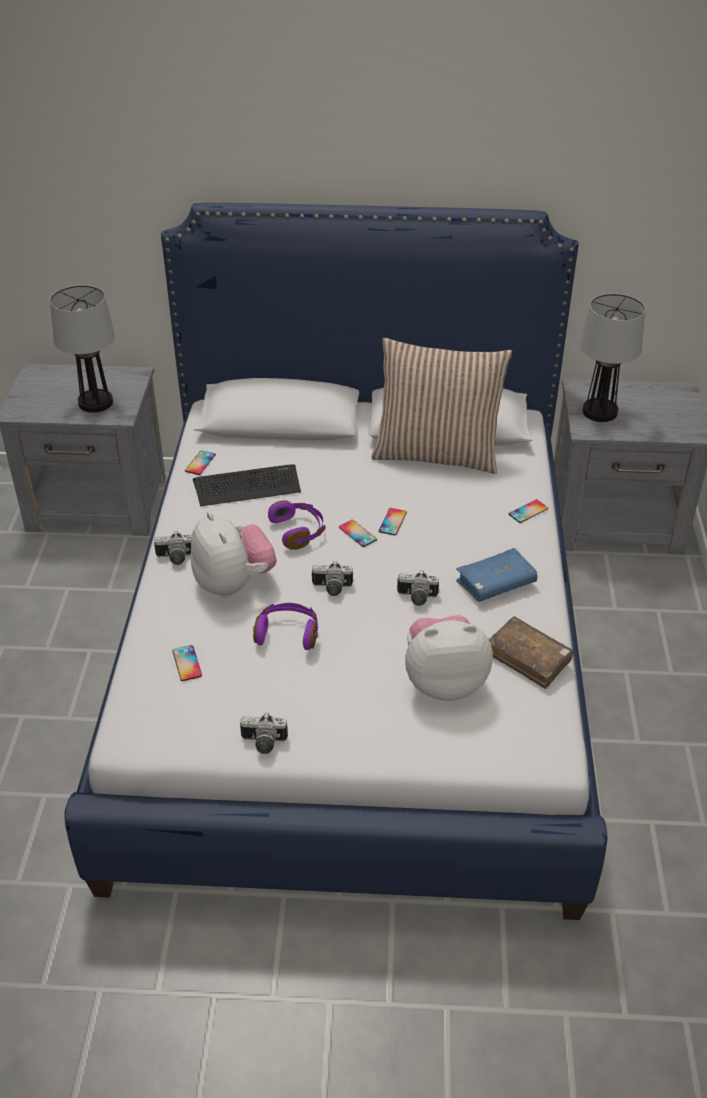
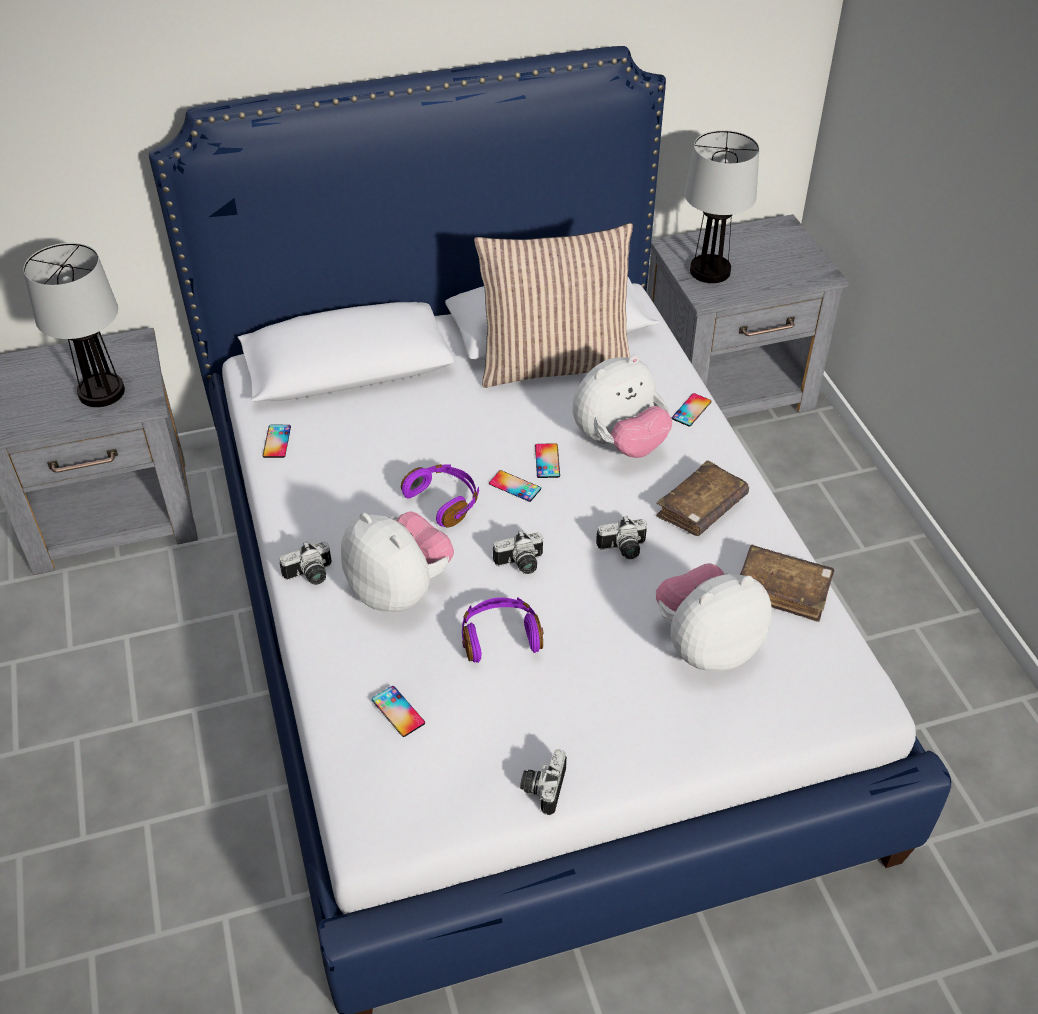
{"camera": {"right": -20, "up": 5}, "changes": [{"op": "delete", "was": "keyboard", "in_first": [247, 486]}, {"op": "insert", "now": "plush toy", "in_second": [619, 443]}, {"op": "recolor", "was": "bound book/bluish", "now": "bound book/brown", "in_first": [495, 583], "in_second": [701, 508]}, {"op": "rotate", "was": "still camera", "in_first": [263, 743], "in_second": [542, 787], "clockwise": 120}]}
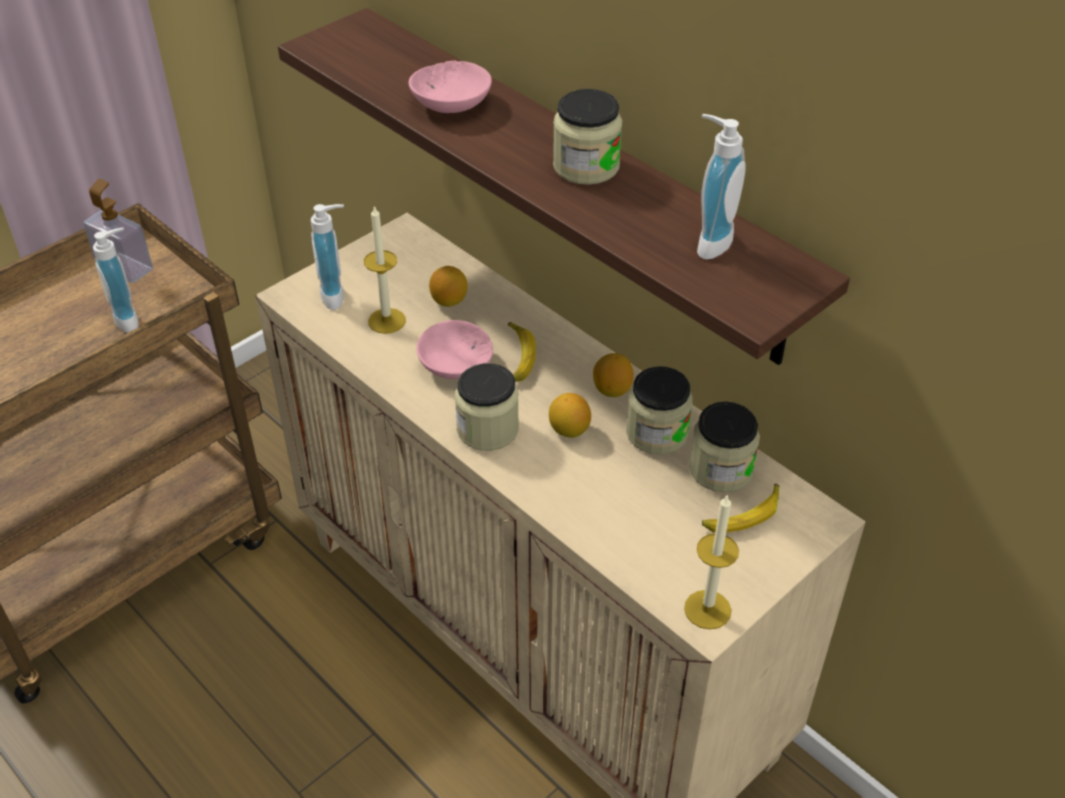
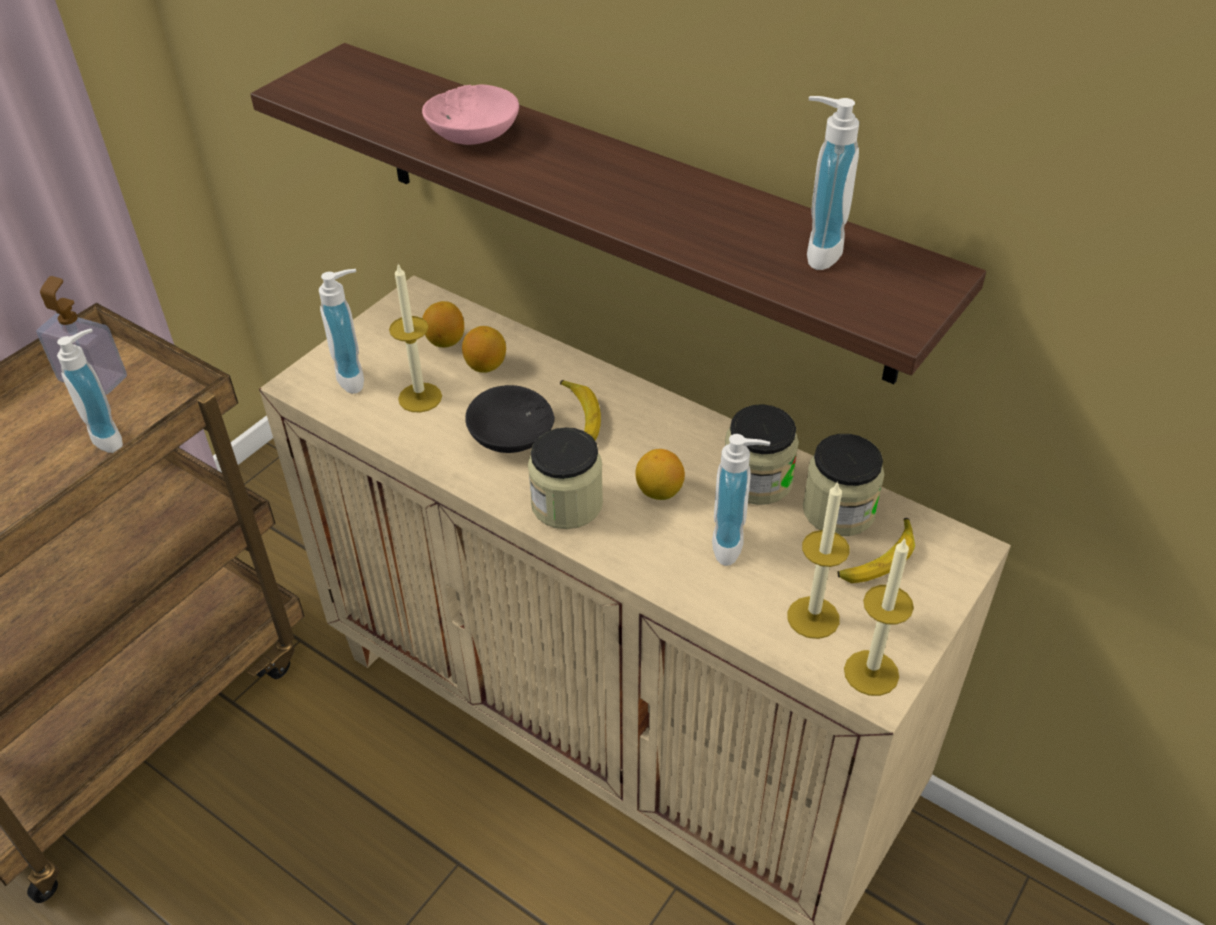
{"camera": {"right": -10, "up": 0}, "changes": [{"op": "delete", "was": "preserve jar", "in_first": [586, 166]}, {"op": "insert", "now": "liquid soap bottle", "in_second": [734, 544]}, {"op": "insert", "now": "candle", "in_second": [813, 617]}, {"op": "move", "was": "citrus fruit", "in_first": [612, 390], "in_second": [445, 341]}, {"op": "recolor", "was": "deep dish/pink-coloured", "now": "deep dish/black", "in_first": [453, 364], "in_second": [508, 436]}]}
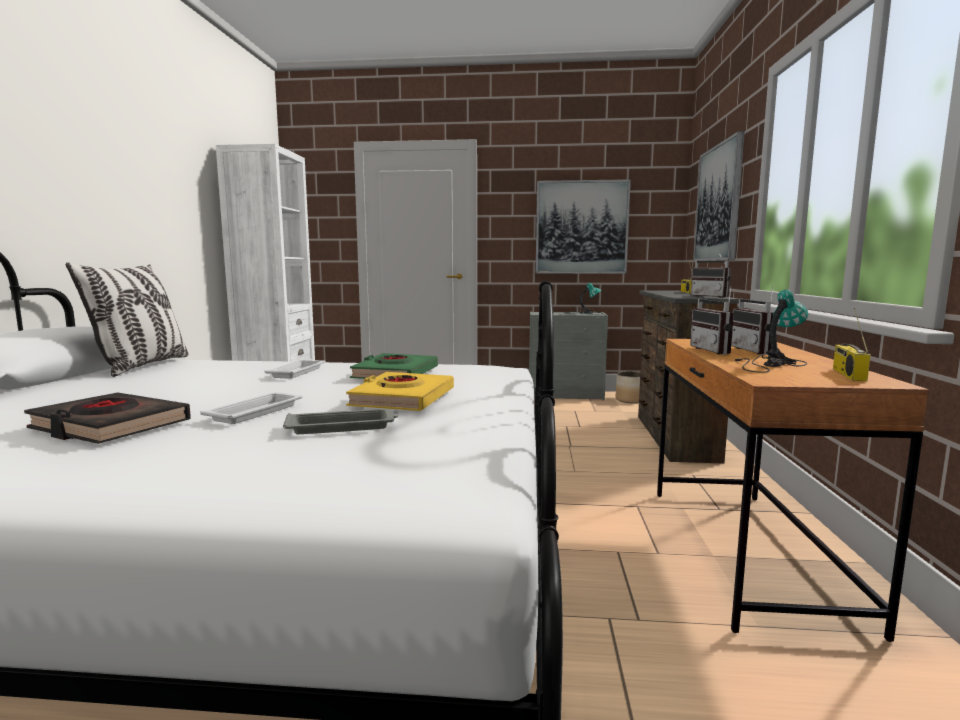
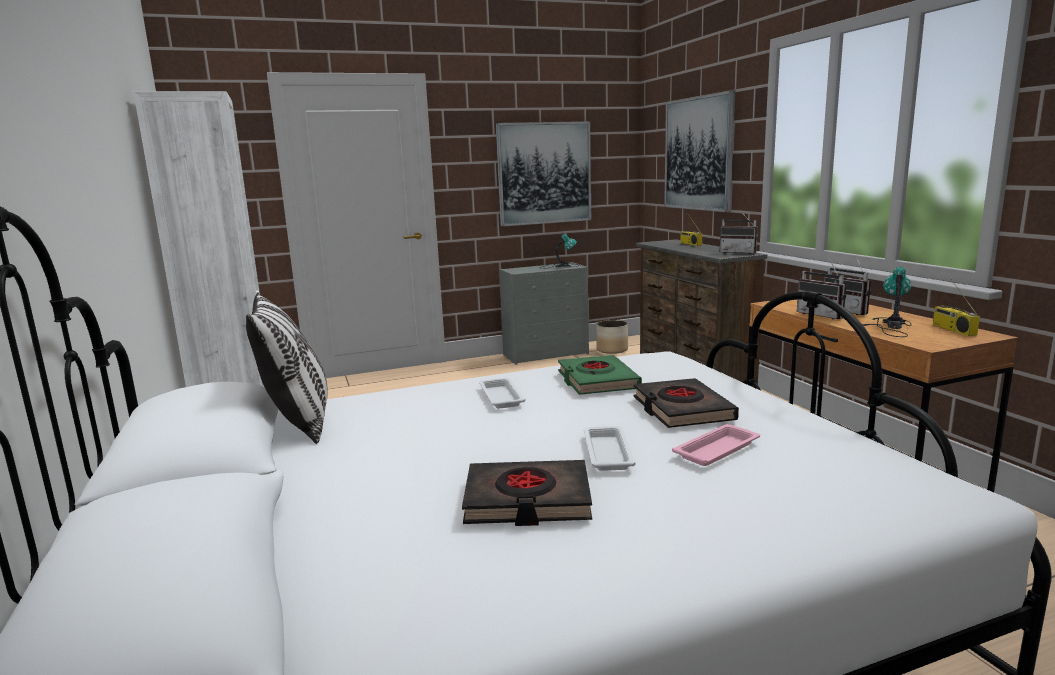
{"camera": {"right": -25, "up": 5}, "changes": [{"op": "recolor", "was": "serving tray/gray", "now": "serving tray/pink-coloured", "in_first": [343, 427], "in_second": [718, 450]}, {"op": "recolor", "was": "bound book/yellow", "now": "bound book/black", "in_first": [402, 399], "in_second": [682, 409]}]}
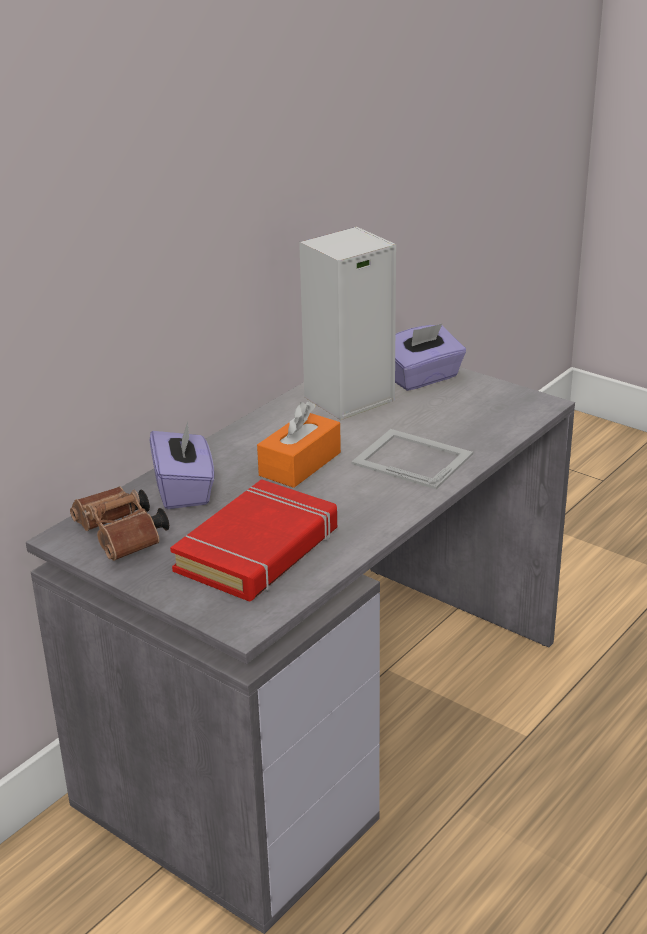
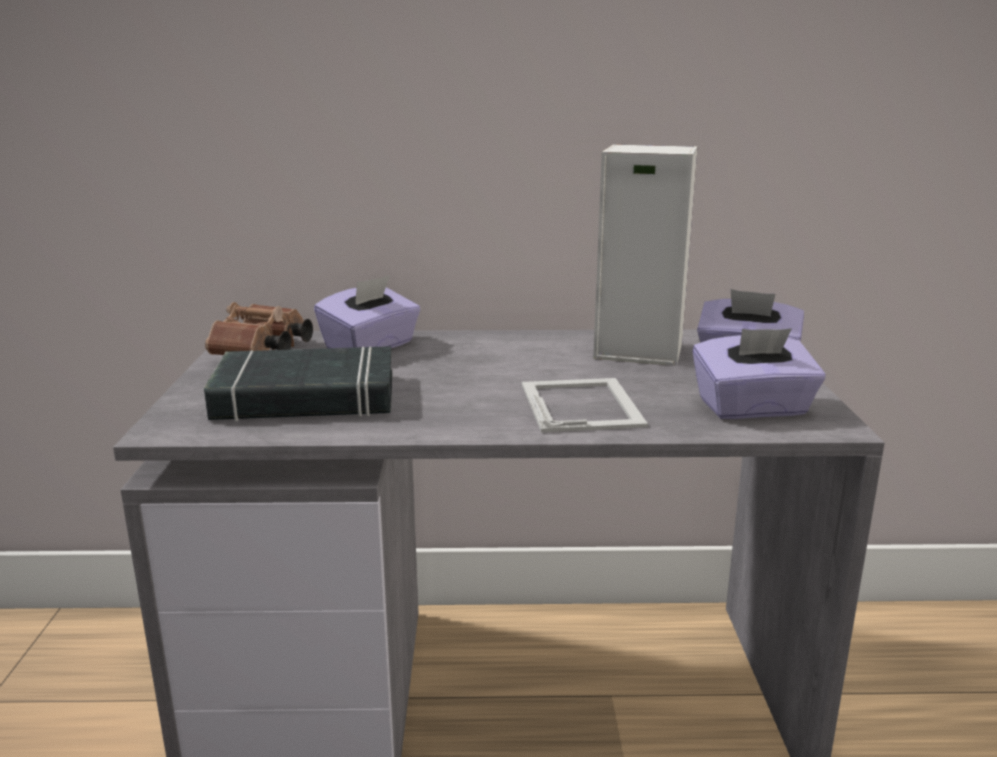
{"camera": {"right": 50, "up": -10}, "changes": [{"op": "delete", "was": "box of tissues/orange", "in_first": [300, 464]}, {"op": "insert", "now": "box of tissues/purple-coloured", "in_second": [753, 409]}, {"op": "recolor", "was": "bound book/red-coloured", "now": "bound book/black", "in_first": [258, 550], "in_second": [305, 398]}]}
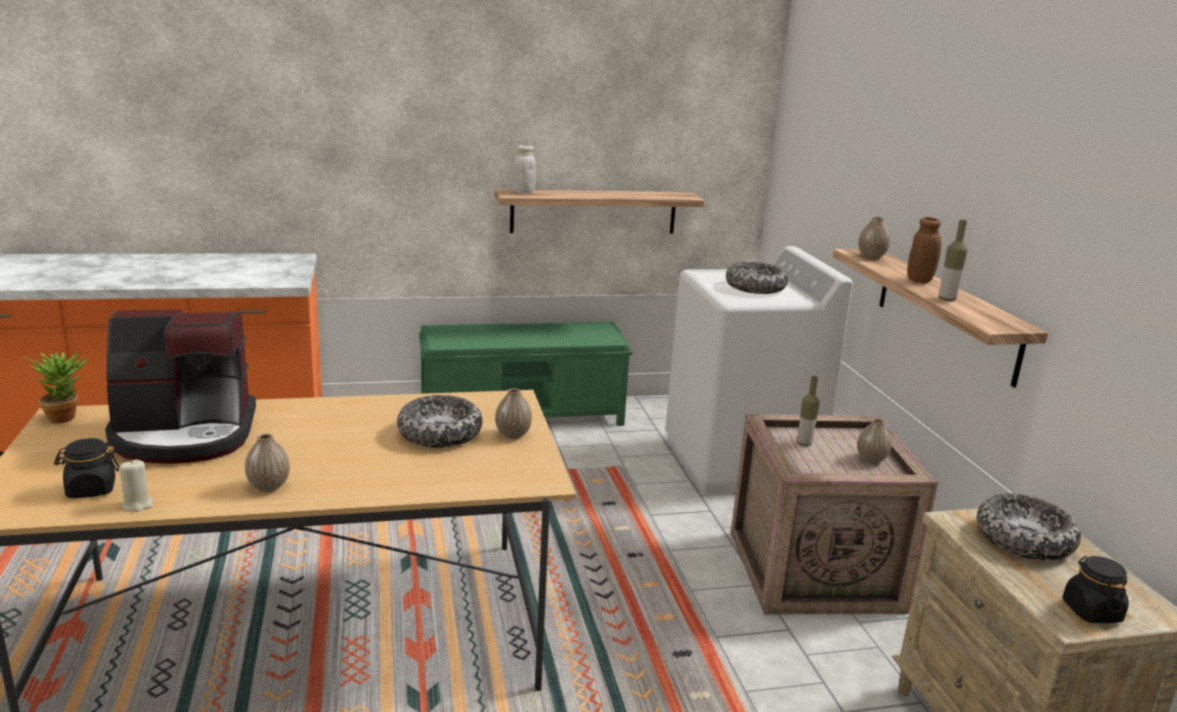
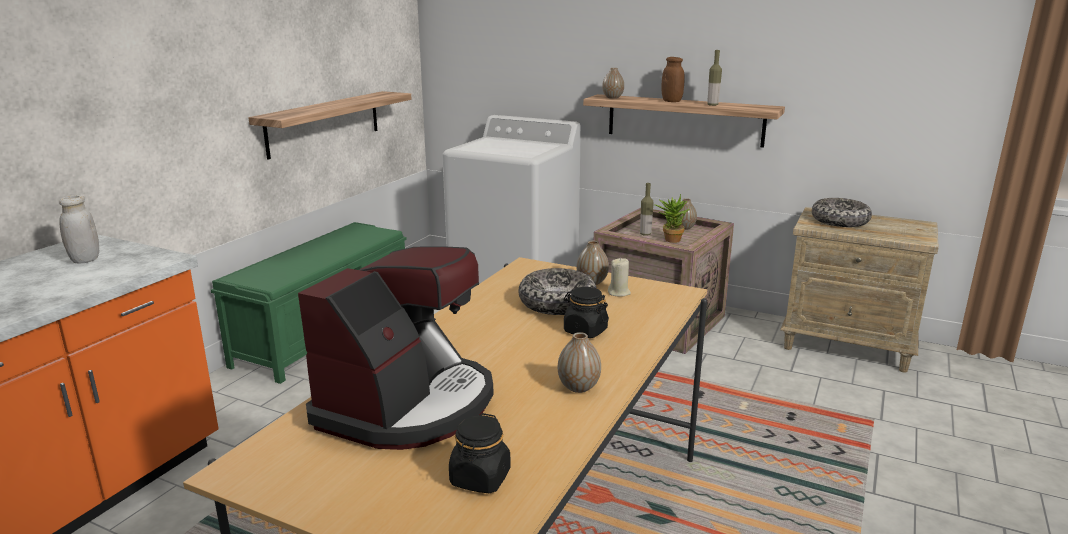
{"camera": {"right": -50, "up": 0}, "changes": [{"op": "delete", "was": "deep dish", "in_first": [755, 287]}, {"op": "move", "was": "houseplant", "in_first": [66, 416], "in_second": [670, 239]}, {"op": "move", "was": "candle/beige", "in_first": [138, 504], "in_second": [619, 293]}, {"op": "move", "was": "preserve jar/whitish", "in_first": [523, 192], "in_second": [85, 260]}, {"op": "move", "was": "preserve jar/black", "in_first": [1091, 611], "in_second": [585, 331]}]}
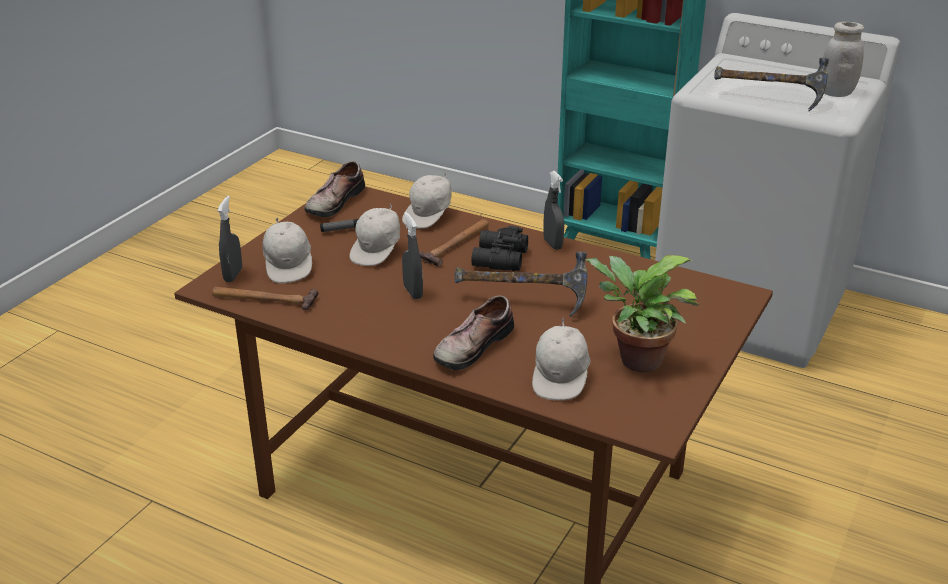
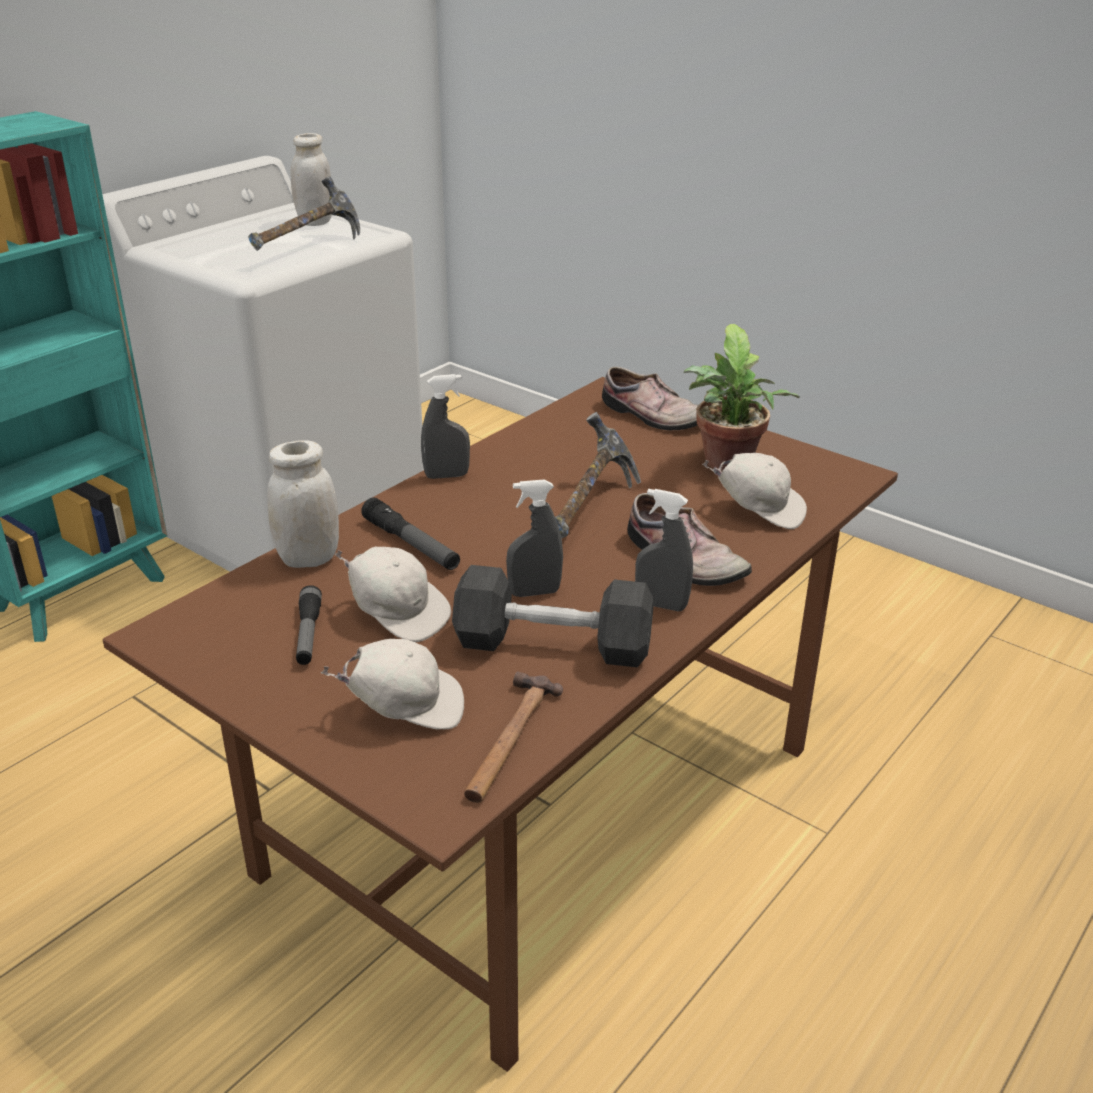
{"camera": {"right": -80, "up": 0}, "changes": [{"op": "delete", "was": "binoculars/black", "in_first": [498, 259]}, {"op": "insert", "now": "dumbbell/gray", "in_second": [553, 645]}, {"op": "move", "was": "spray bottle/gray", "in_first": [233, 275], "in_second": [661, 605]}, {"op": "move", "was": "shoe", "in_first": [333, 201], "in_second": [651, 416]}, {"op": "replace", "was": "peaked cap/whitish", "now": "preserve jar/whitish", "in_first": [430, 216], "in_second": [308, 558]}, {"op": "replace", "was": "hammer", "now": "hand torch", "in_first": [457, 244], "in_second": [411, 544]}]}
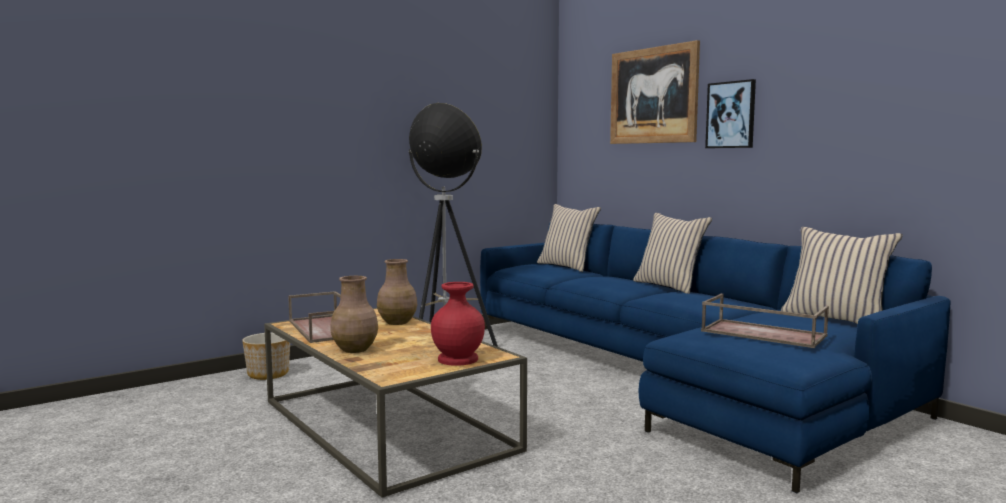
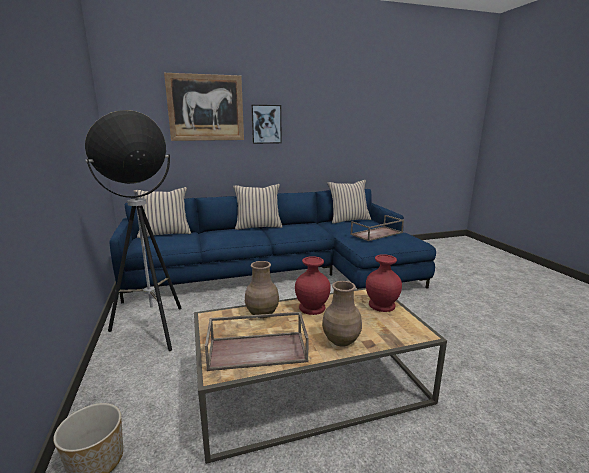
{"camera": {"right": -70, "up": 10}, "changes": [{"op": "insert", "now": "vase/red-coloured", "in_second": [312, 308]}]}
